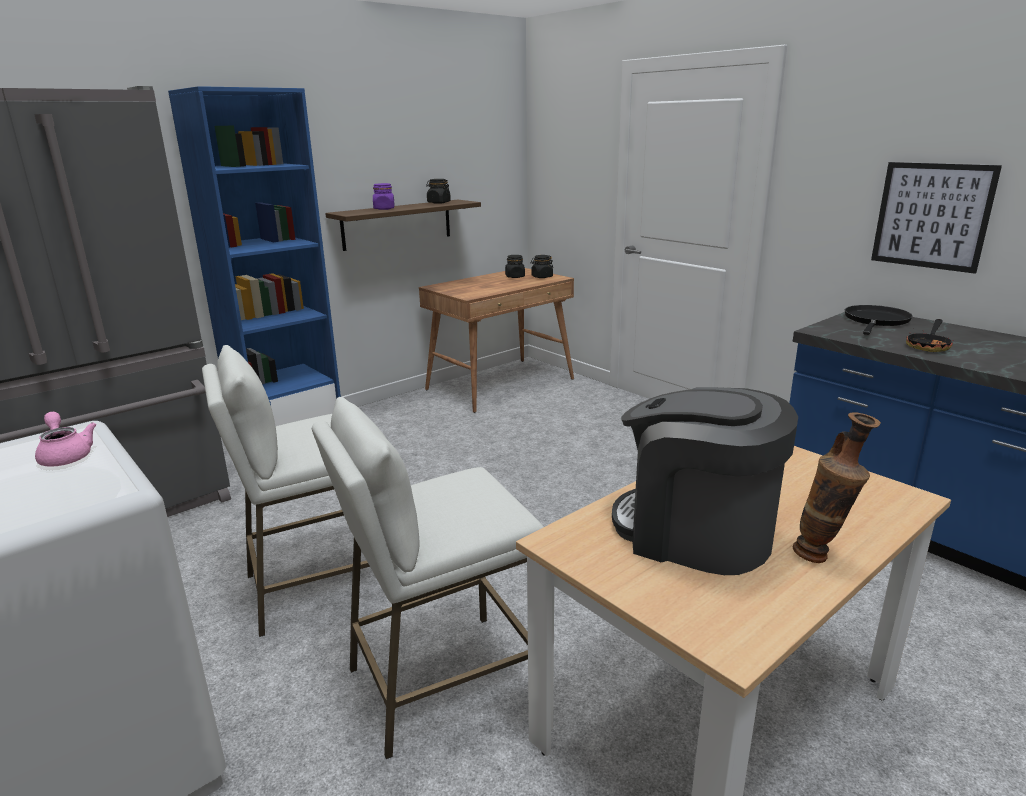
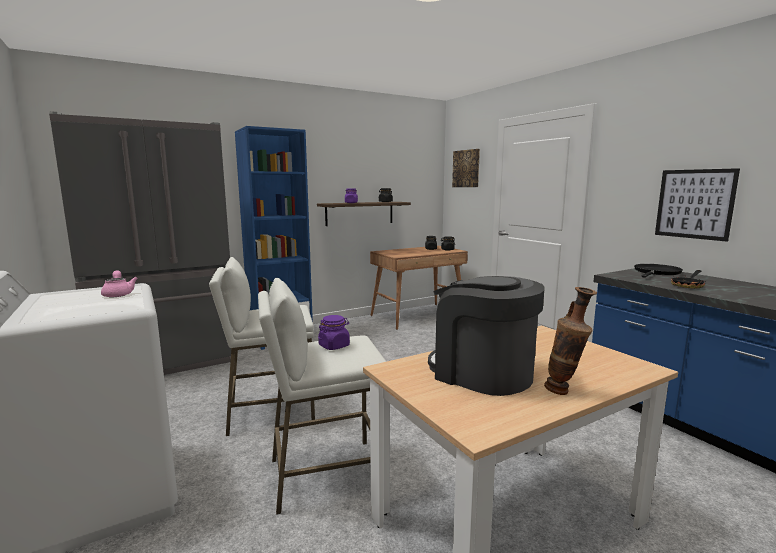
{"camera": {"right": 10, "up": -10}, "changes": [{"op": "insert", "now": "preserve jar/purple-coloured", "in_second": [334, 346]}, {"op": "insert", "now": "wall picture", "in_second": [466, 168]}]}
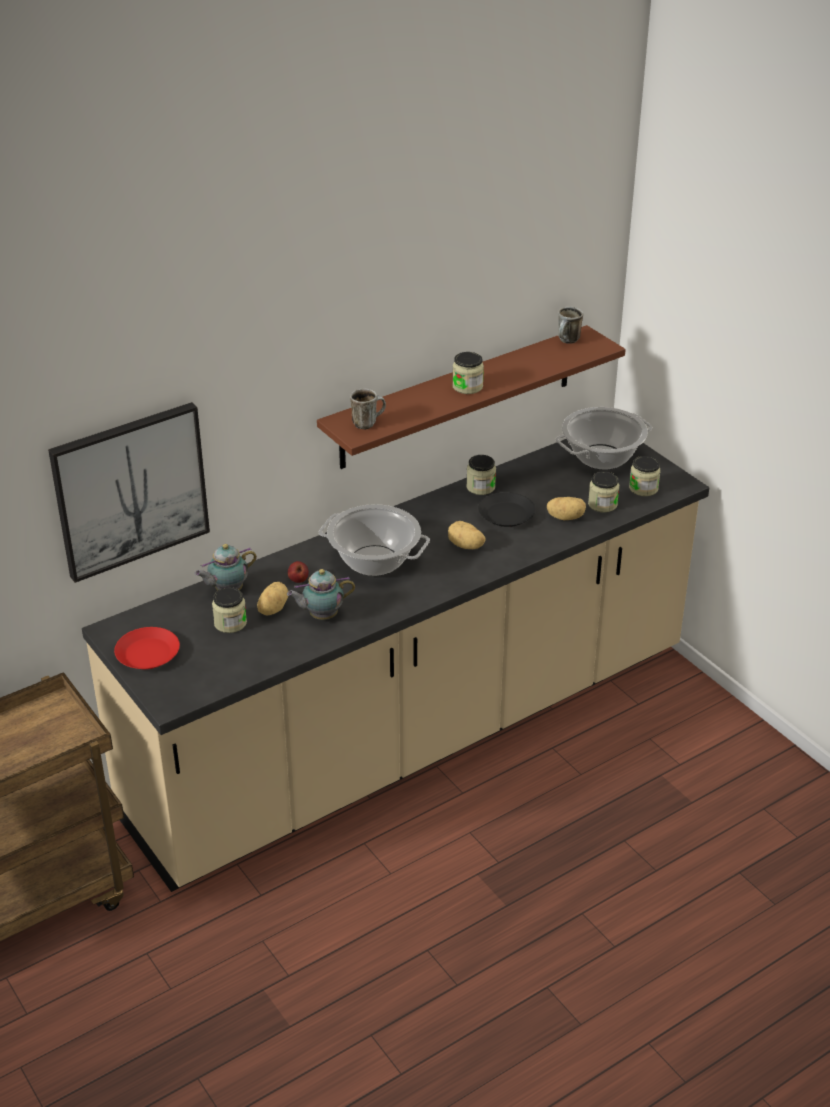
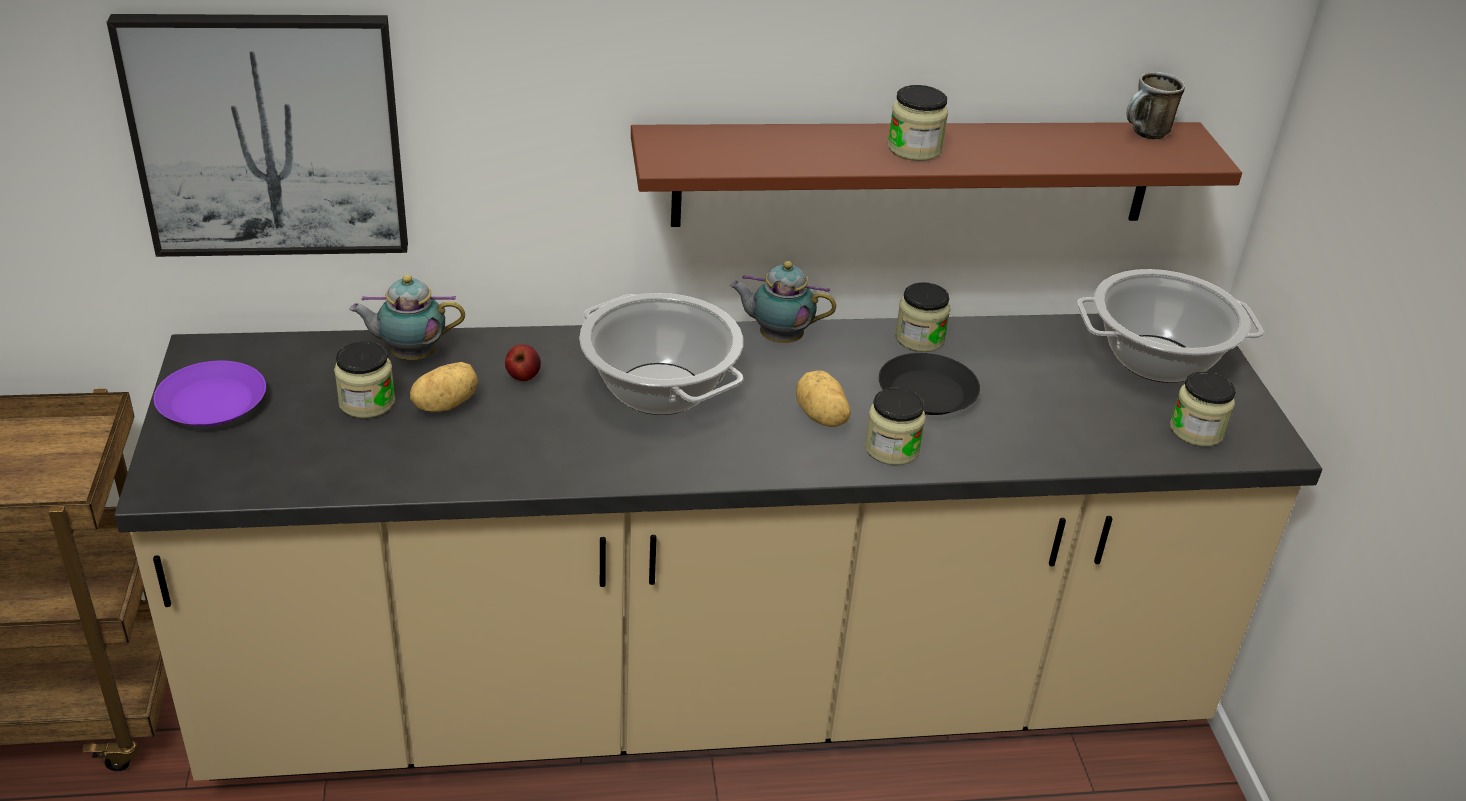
{"camera": {"right": 25, "up": 0}, "changes": [{"op": "delete", "was": "tea mug", "in_first": [368, 423]}, {"op": "delete", "was": "whole potato", "in_first": [565, 517]}, {"op": "move", "was": "tea pot", "in_first": [321, 616], "in_second": [777, 338]}, {"op": "move", "was": "preserve jar", "in_first": [602, 504], "in_second": [891, 449]}, {"op": "recolor", "was": "dinner plate/red-coloured", "now": "dinner plate/purple-coloured", "in_first": [148, 654], "in_second": [213, 403]}]}
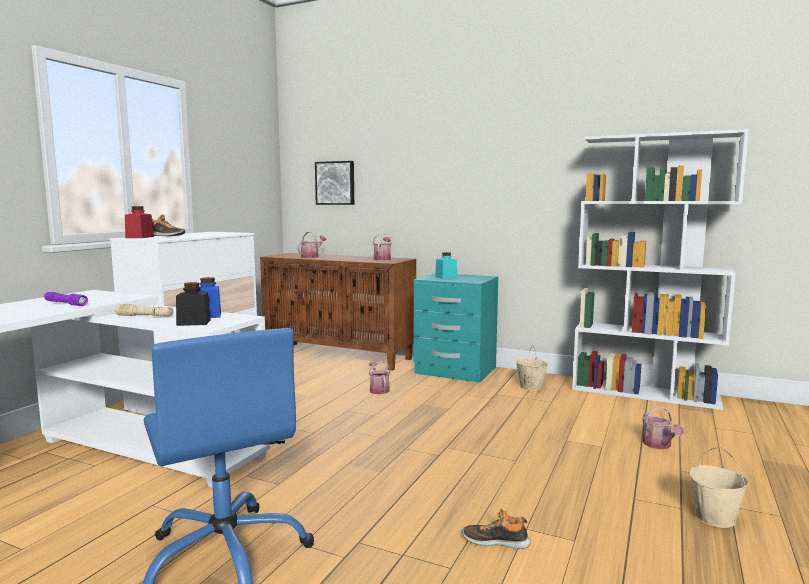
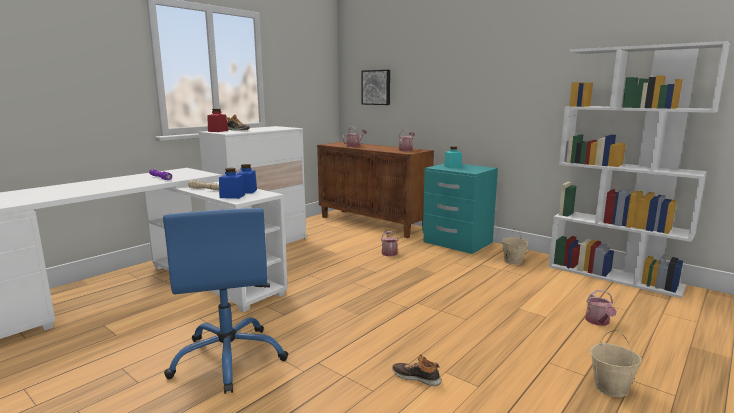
{"camera": {"right": 15, "up": 5}, "changes": [{"op": "recolor", "was": "preserve jar/black", "now": "preserve jar/bluish", "in_first": [193, 322], "in_second": [232, 196]}]}
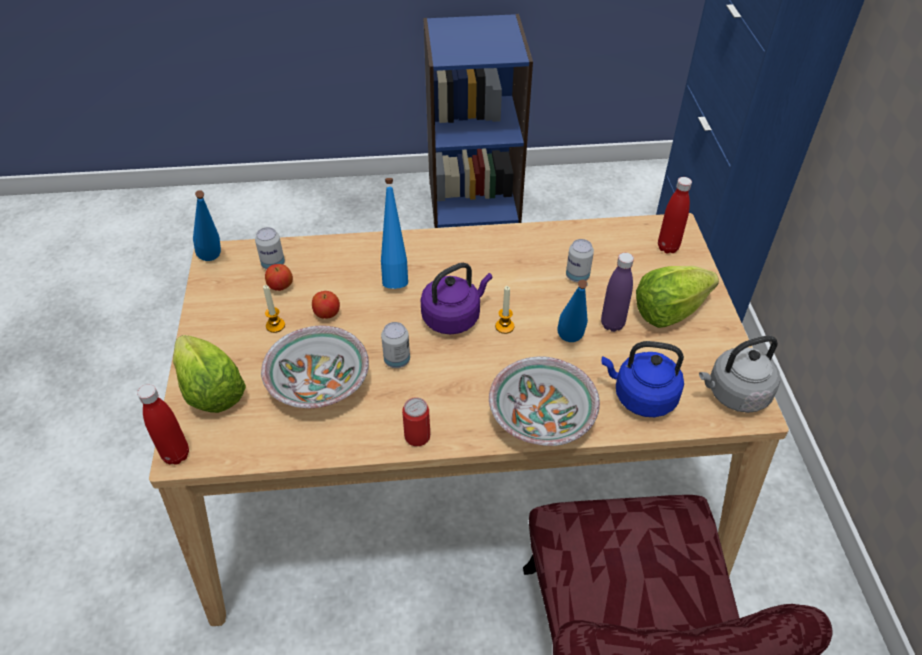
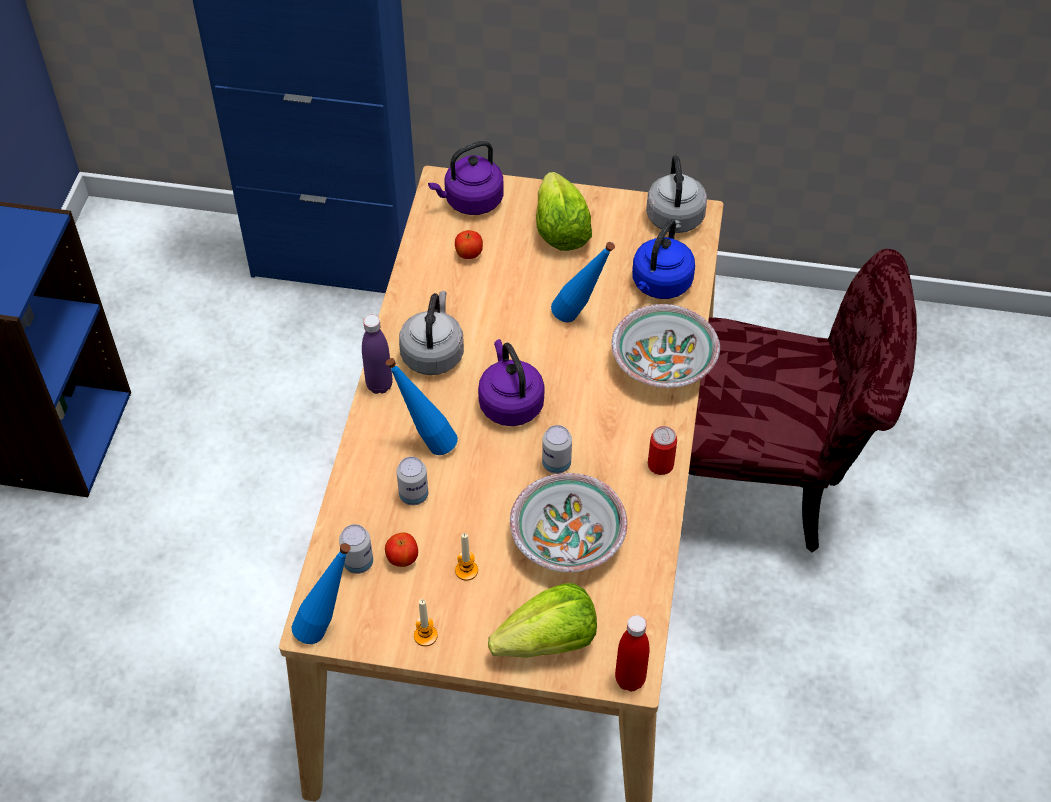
{"camera": {"right": -75, "up": 5}, "changes": [{"op": "insert", "now": "kettle/gray", "in_second": [433, 353]}, {"op": "move", "was": "apple fruit", "in_first": [327, 314], "in_second": [468, 254]}, {"op": "move", "was": "candle", "in_first": [504, 326], "in_second": [425, 636]}, {"op": "move", "was": "sealed can", "in_first": [577, 276], "in_second": [414, 495]}, {"op": "move", "was": "drink bottle/purple-coloured", "in_first": [612, 324], "in_second": [379, 385]}, {"op": "replace", "was": "drink bottle/red-coloured", "now": "kettle/purple-coloured", "in_first": [668, 247], "in_second": [471, 201]}]}
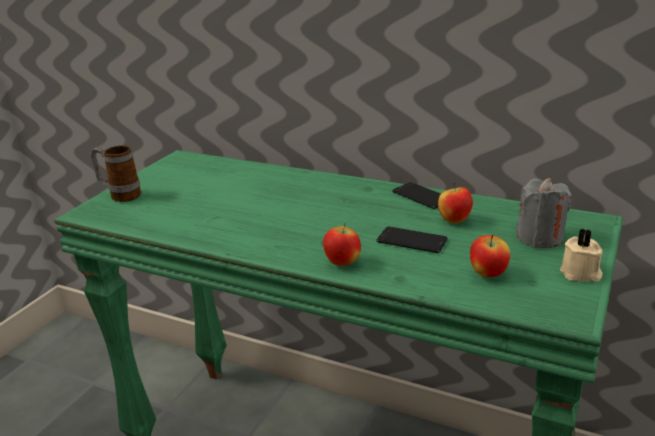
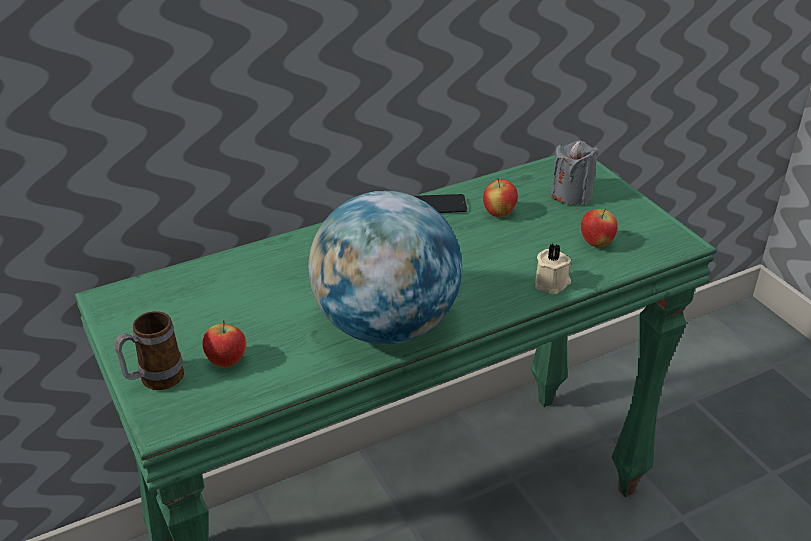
{"camera": {"right": -55, "up": 10}, "changes": [{"op": "delete", "was": "handset", "in_first": [411, 241]}, {"op": "insert", "now": "globe", "in_second": [385, 326]}, {"op": "move", "was": "apple fruit", "in_first": [342, 263], "in_second": [226, 362]}, {"op": "move", "was": "candle/beige", "in_first": [580, 274], "in_second": [552, 283]}]}
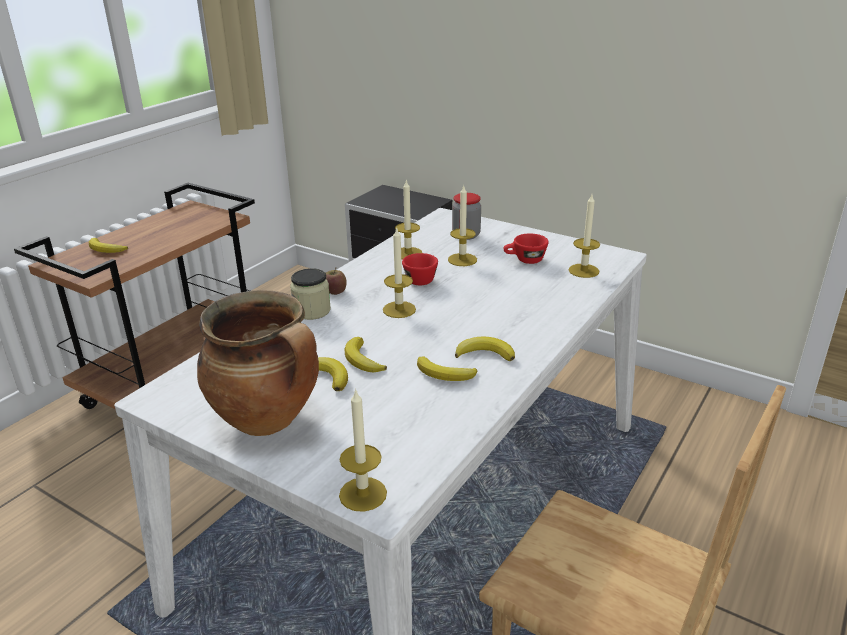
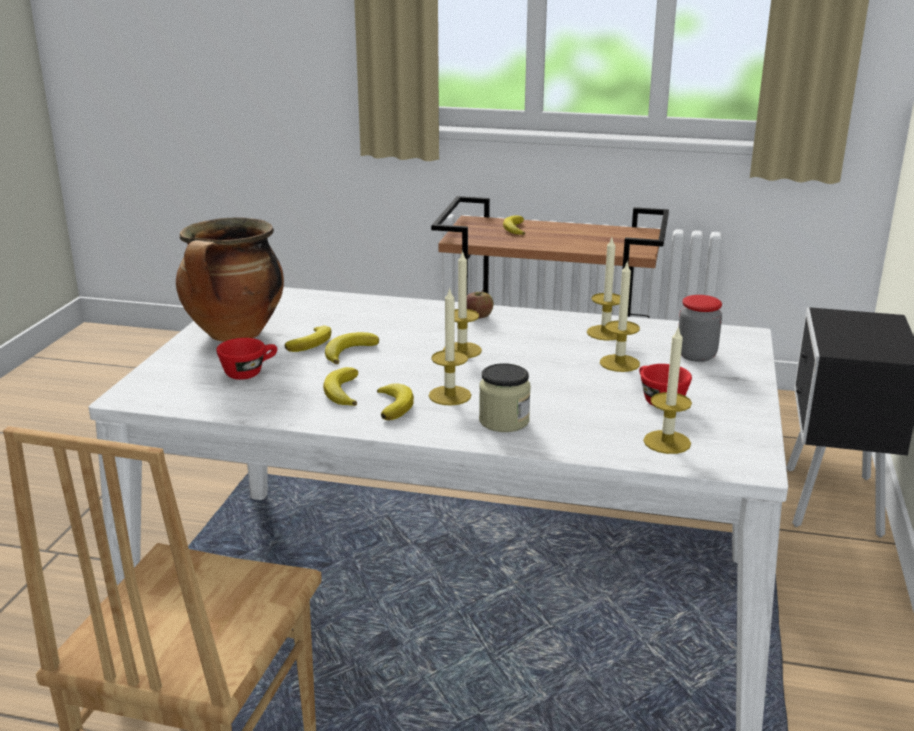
{"camera": {"right": 70, "up": -5}, "changes": [{"op": "move", "was": "preserve jar", "in_first": [312, 311], "in_second": [504, 421]}, {"op": "move", "was": "candle", "in_first": [363, 494], "in_second": [450, 395]}, {"op": "move", "was": "small cup/red-coloured", "in_first": [418, 279], "in_second": [249, 372]}]}
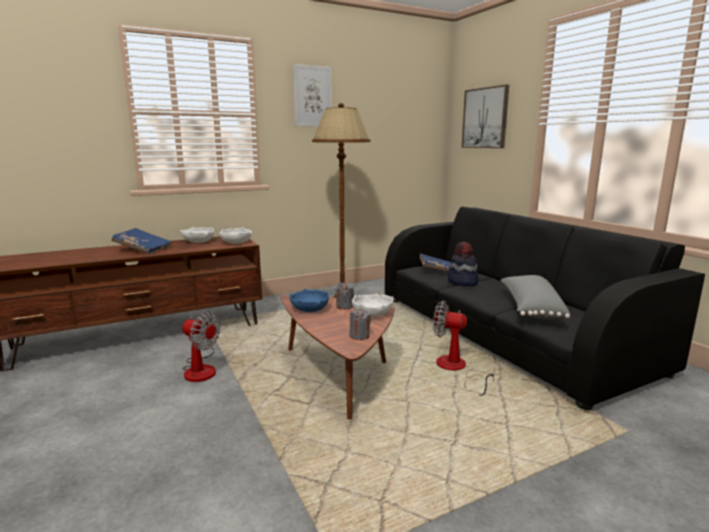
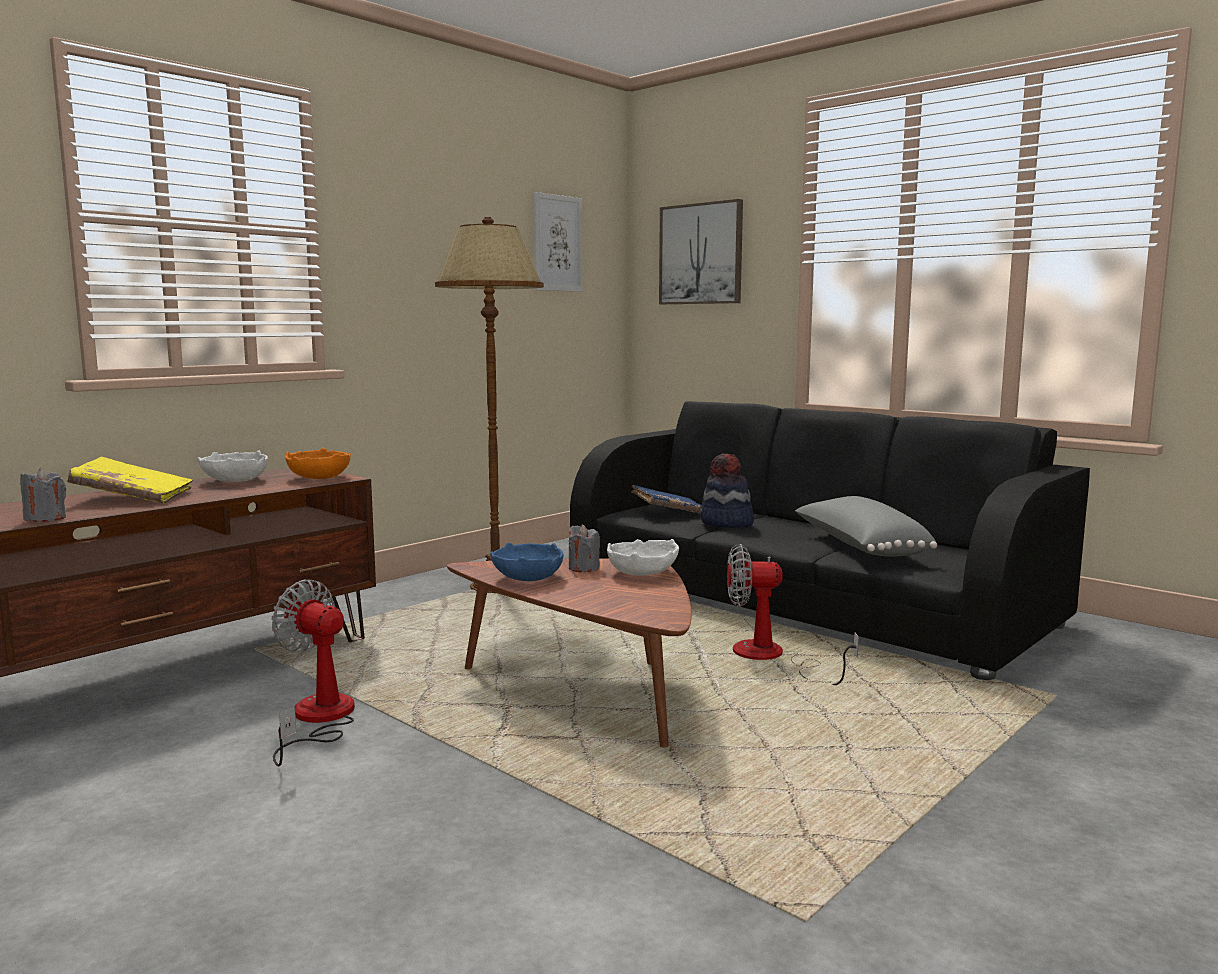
{"camera": {"right": -20, "up": -5}, "changes": [{"op": "move", "was": "wall picture", "in_first": [312, 96], "in_second": [557, 243]}, {"op": "move", "was": "candle/gray", "in_first": [359, 336], "in_second": [45, 518]}, {"op": "recolor", "was": "bound book/bluish", "now": "bound book/yellow", "in_first": [143, 249], "in_second": [133, 498]}, {"op": "recolor", "was": "deep dish/whitish", "now": "deep dish/orange", "in_first": [236, 243], "in_second": [319, 477]}, {"op": "rotate", "was": "cooling fan", "in_first": [201, 368], "in_second": [318, 720], "clockwise": -150}]}
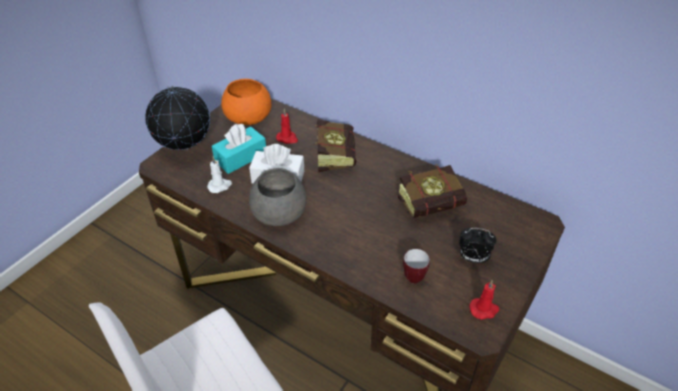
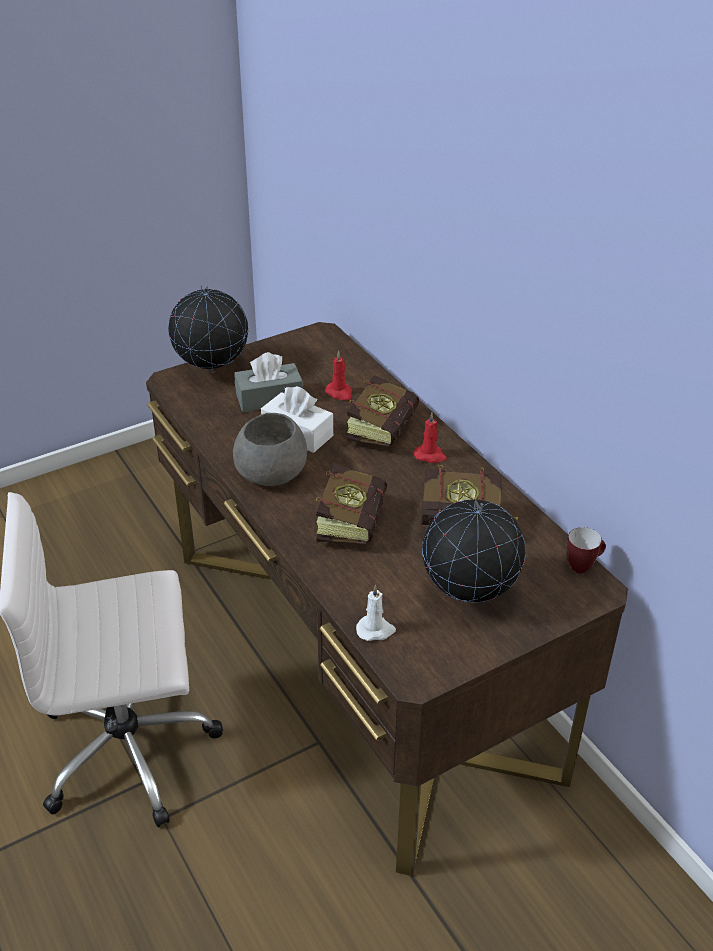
{"camera": {"right": 25, "up": -5}, "changes": [{"op": "delete", "was": "deep dish/orange", "in_first": [249, 117]}, {"op": "insert", "now": "bound book", "in_second": [352, 520]}, {"op": "move", "was": "candle/whitish", "in_first": [220, 186], "in_second": [376, 630]}, {"op": "move", "was": "tea mug", "in_first": [415, 276], "in_second": [583, 566]}, {"op": "move", "was": "candle/red-coloured", "in_first": [484, 309], "in_second": [430, 455]}, {"op": "replace", "was": "alarm clock", "now": "globe", "in_first": [472, 259], "in_second": [468, 597]}, {"op": "recolor", "was": "box of tissues/blue-green", "now": "box of tissues/gray", "in_first": [241, 157], "in_second": [269, 398]}]}
